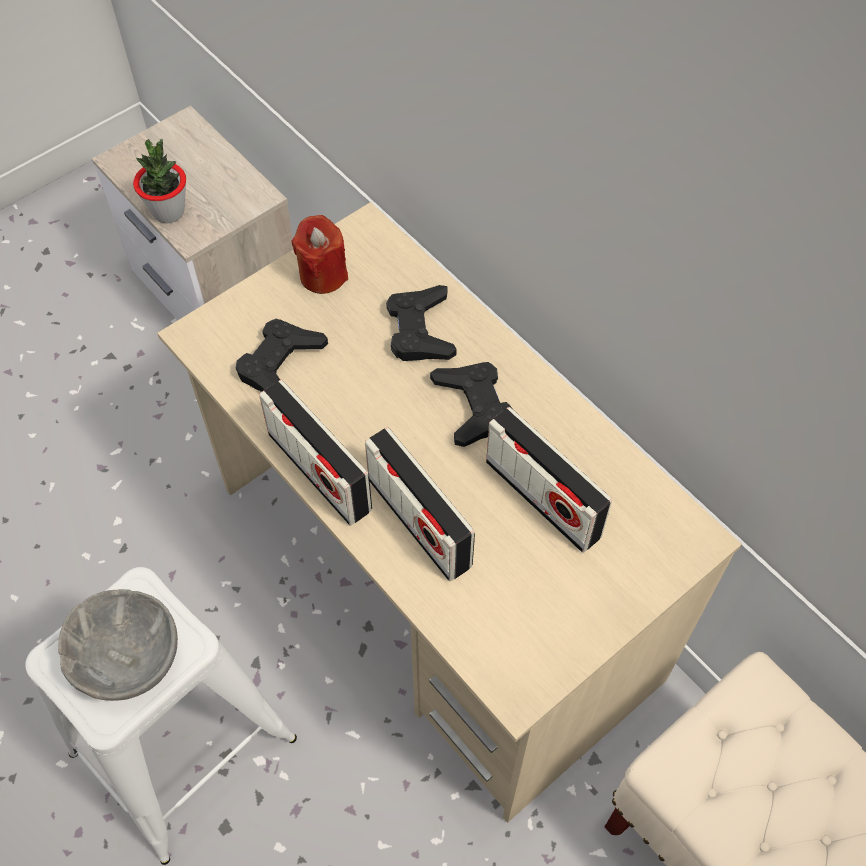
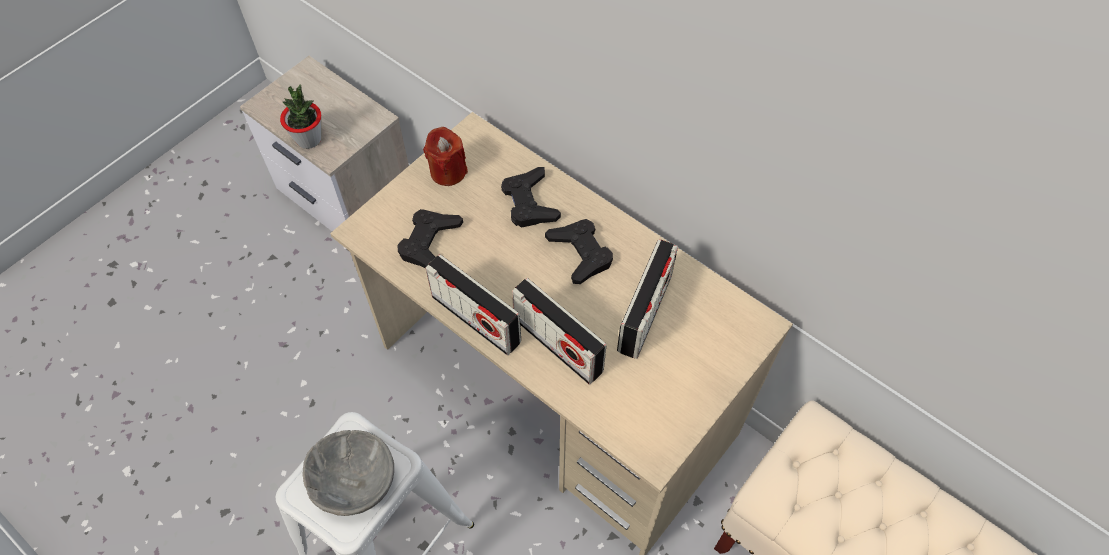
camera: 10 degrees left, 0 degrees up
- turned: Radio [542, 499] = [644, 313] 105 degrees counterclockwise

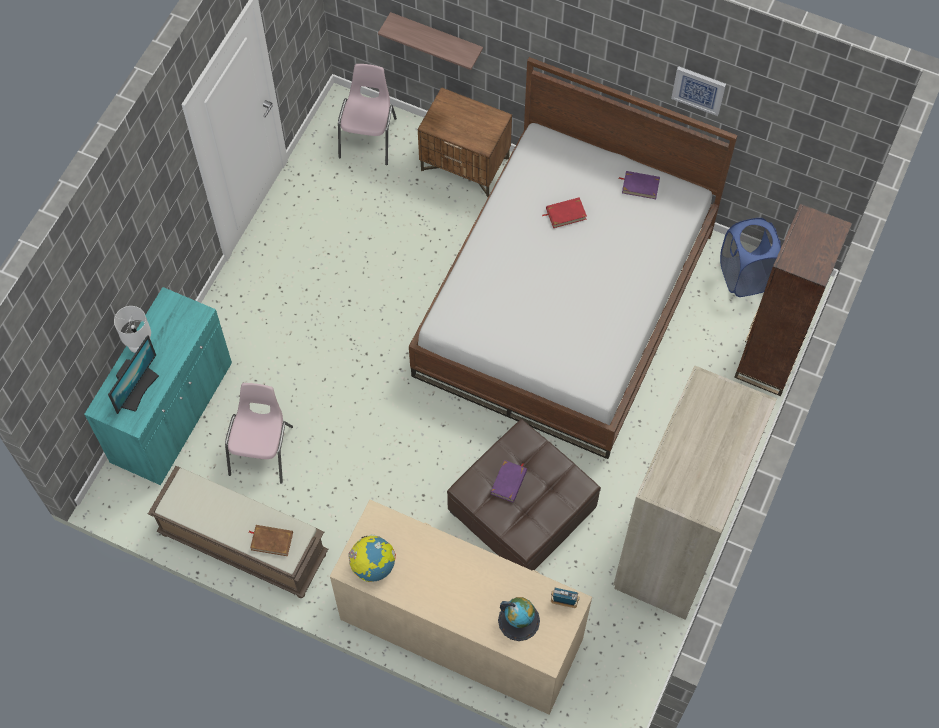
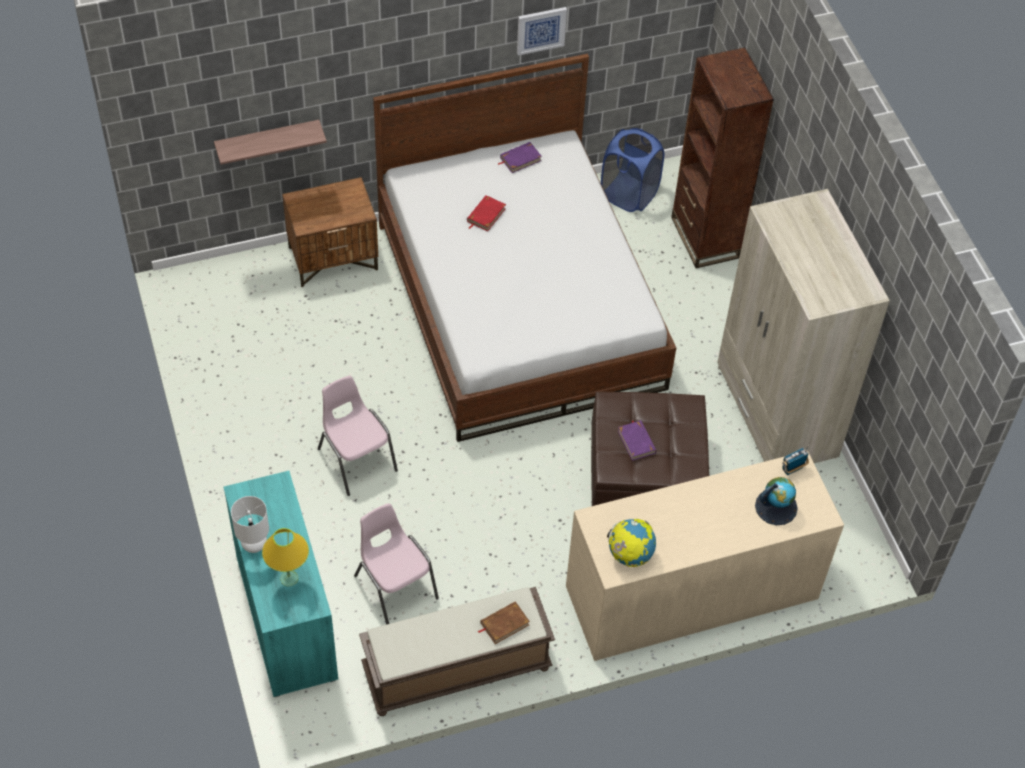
camera: 45 degrees left, 10 degrees down
- replaced: Monitor [138, 389] to Tischlampe [gelb] [289, 578]
- moved: Stuhl [rosa] [369, 137] to [356, 459]

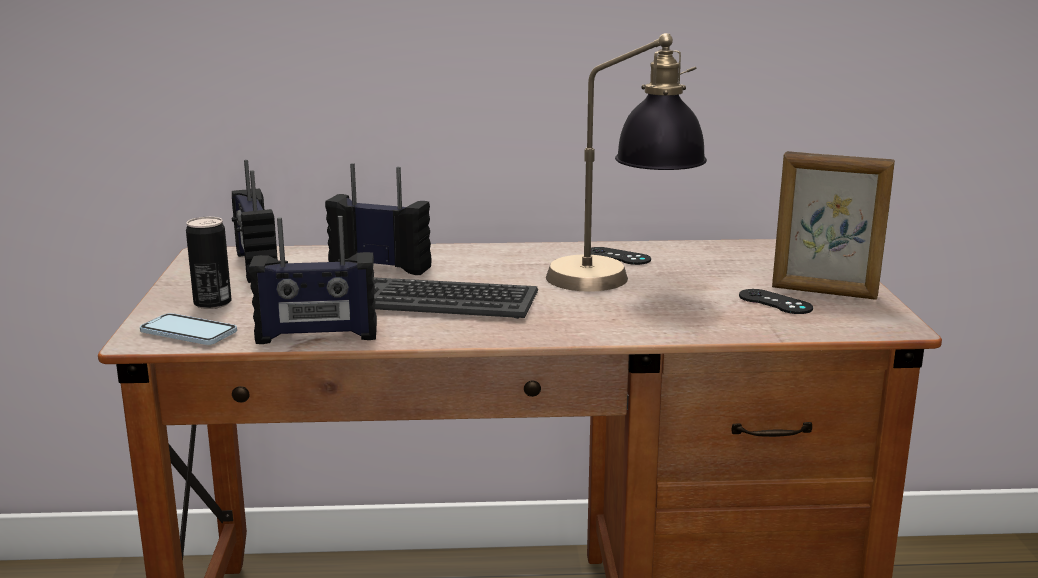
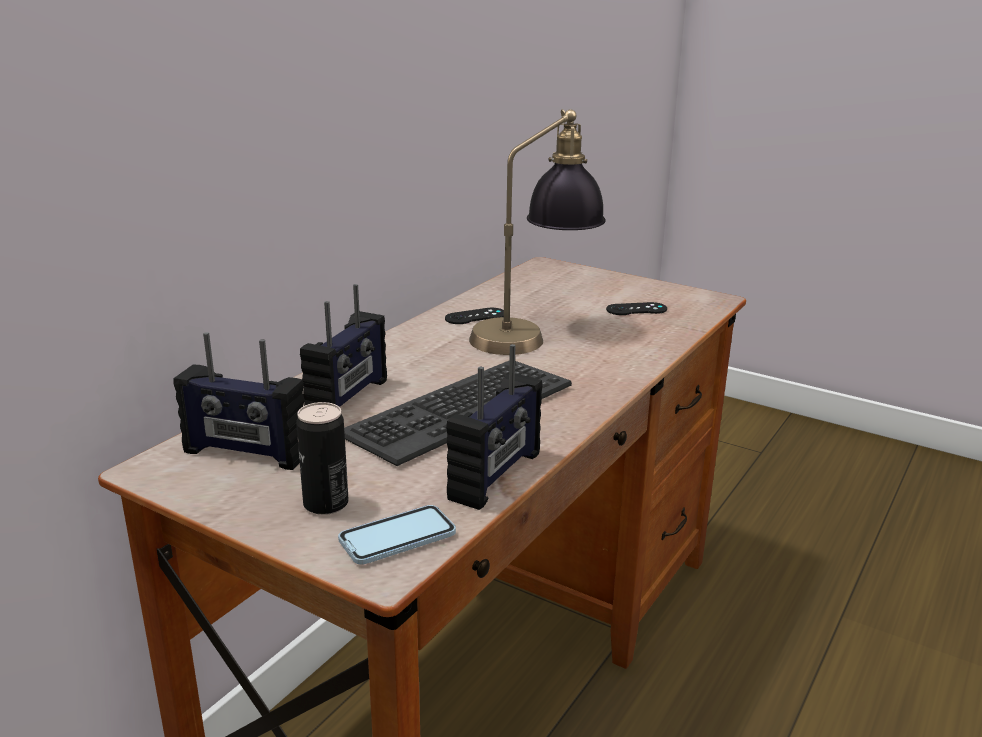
camera: 55 degrees left, 5 degrees up
- turned: Radio [380, 266] = [349, 399] 150 degrees clockwise
- removed: Bilderrahmen [824, 292]

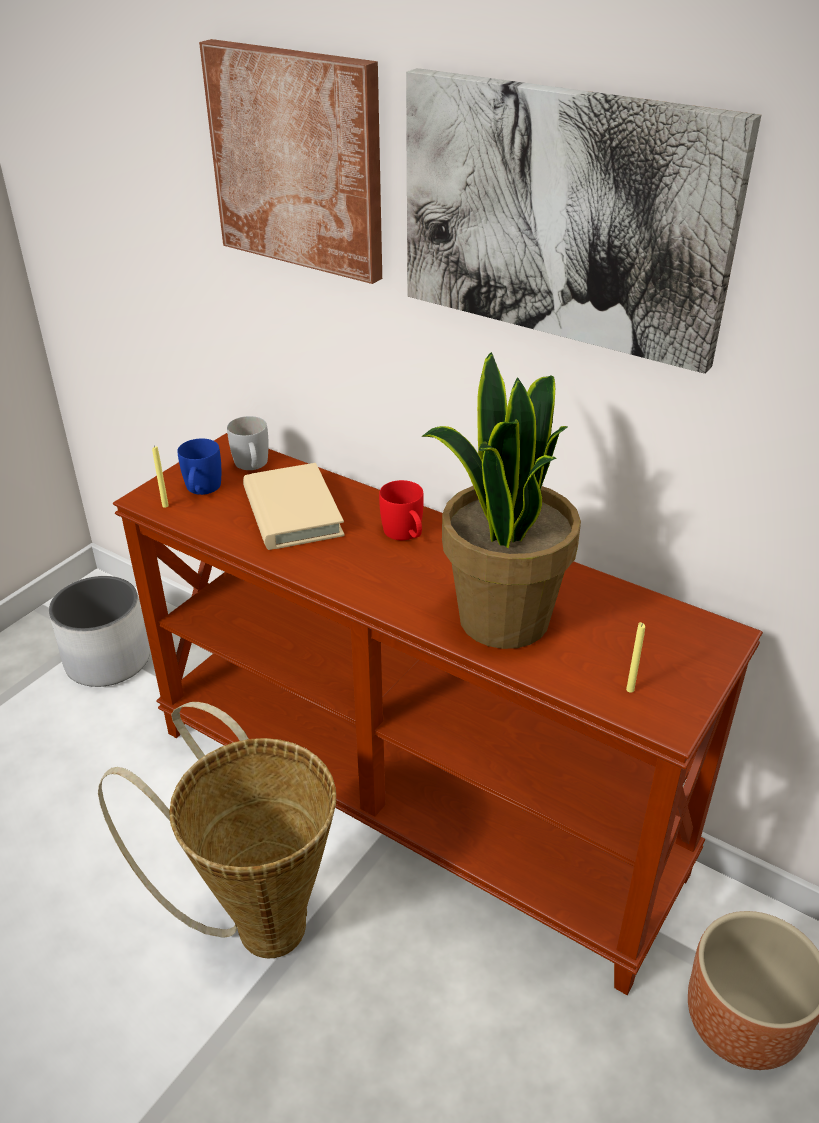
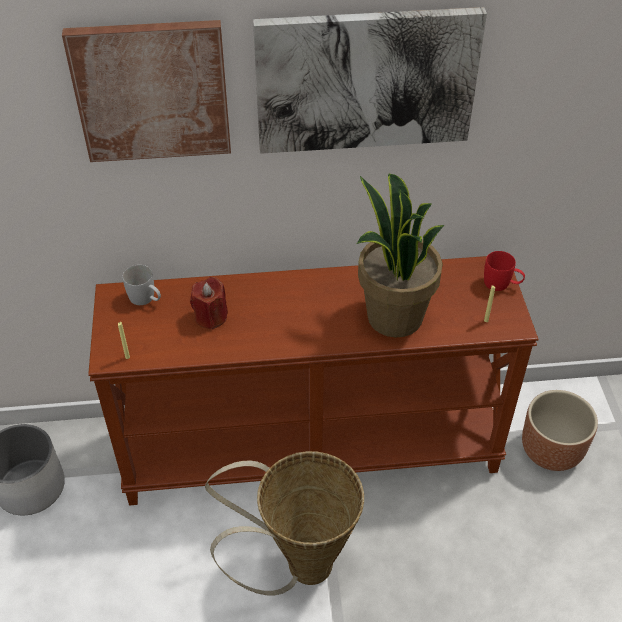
camera: 40 degrees left, 10 degrees up
- removed: Henkelbecher [blau] [201, 490]
- replaced: Buch [beige] [292, 512] to Kerze [rot] [211, 317]
- moved: Henkelbecher [rot] [405, 535] to [501, 284]

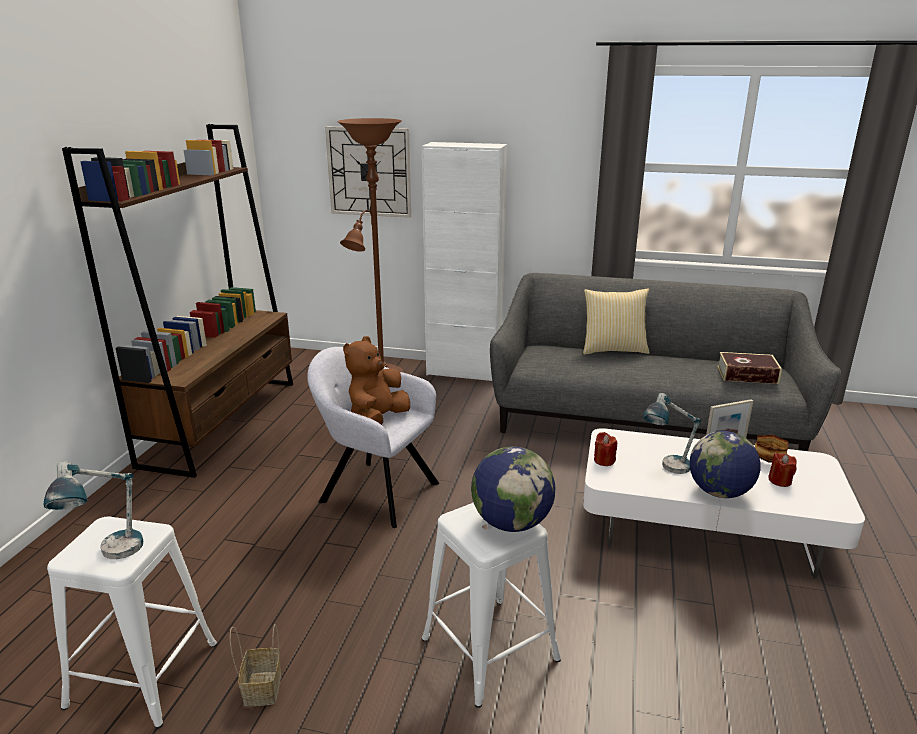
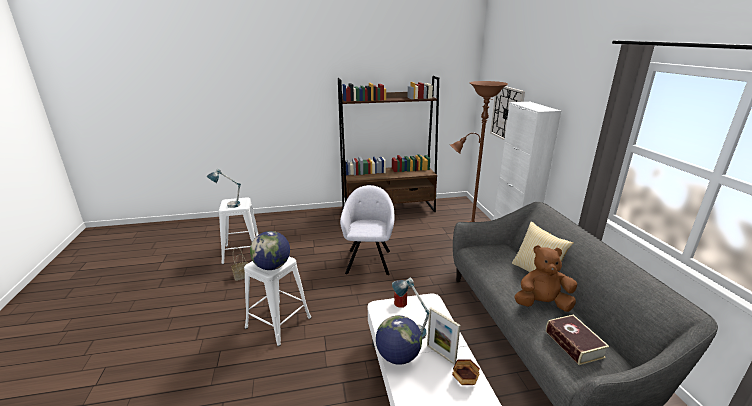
camera: 65 degrees right, 0 degrees up
- moved: Plüschtier [braun] [377, 421] to [542, 304]
- removed: Kerze [rot] [780, 481]

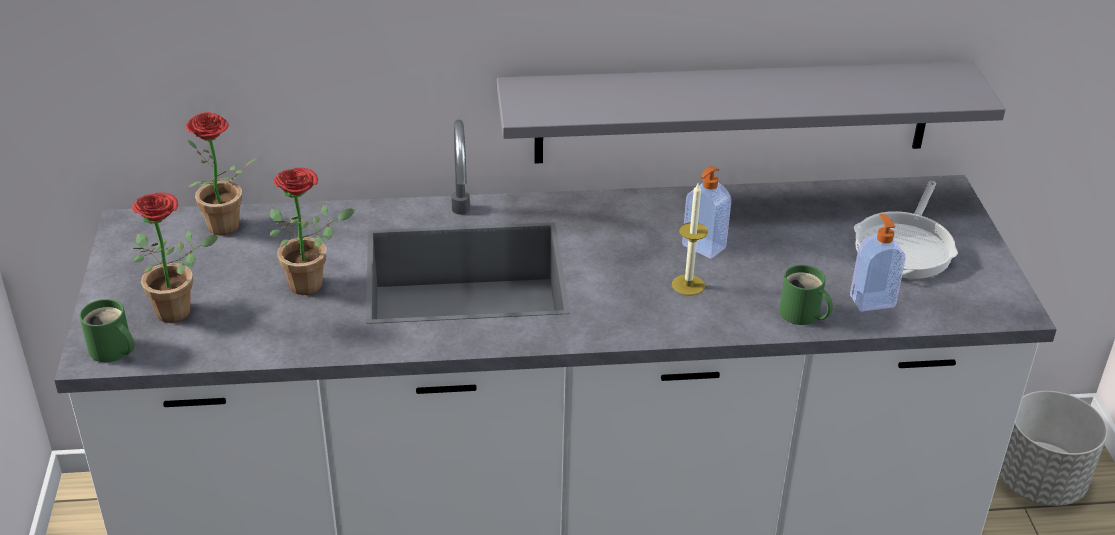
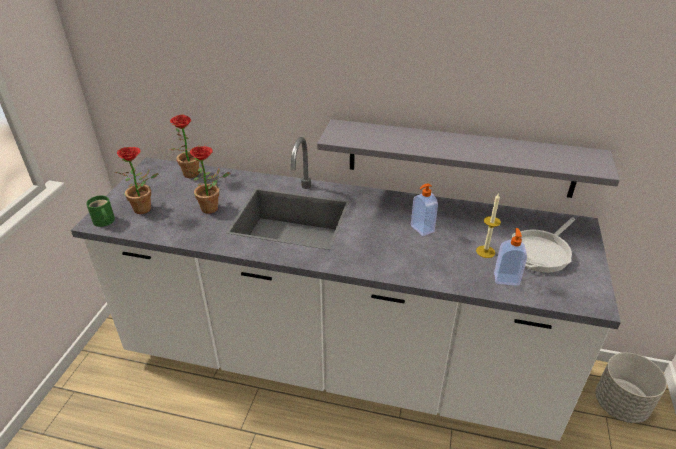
camera: 20 degrees right, 0 degrees up
- moved: Kerze [688, 285] to [485, 251]
- removed: Henkelbecher [grün] [802, 315]

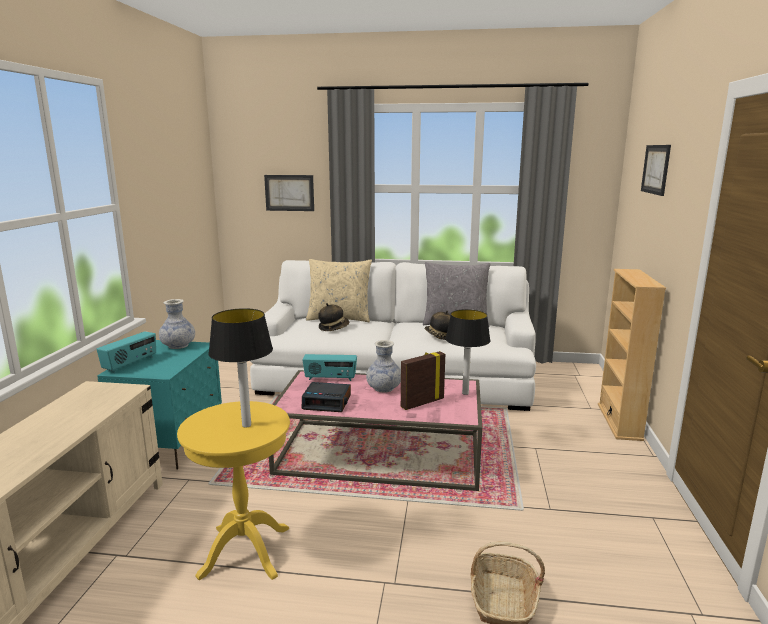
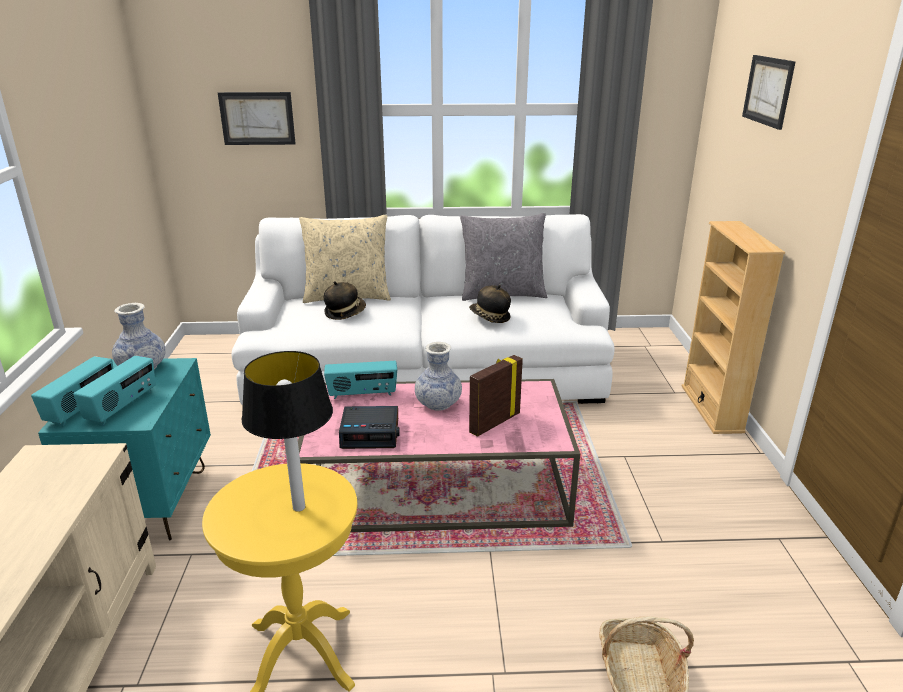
camera: 10 degrees left, 10 degrees up
- removed: Tischlampe [465, 393]
- added: Radio [123, 406]

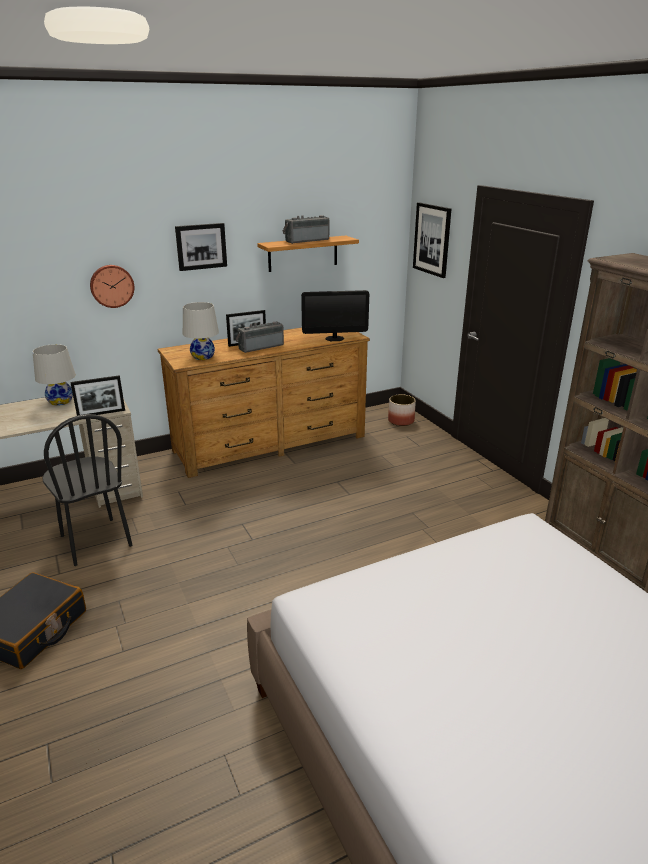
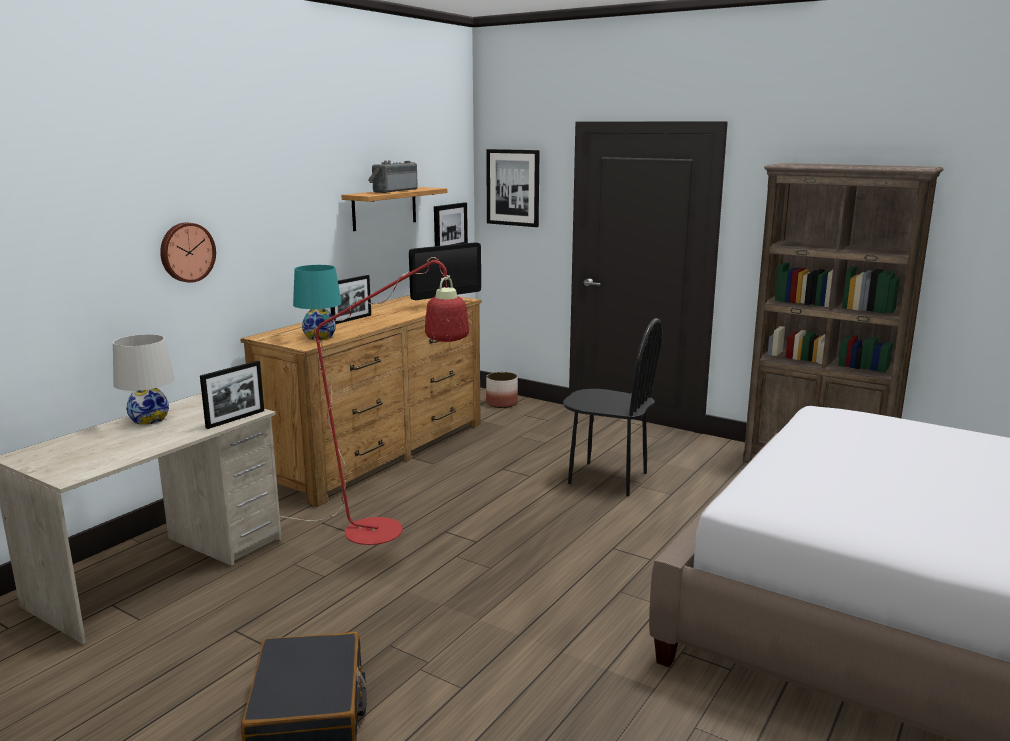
camera: 30 degrees left, 10 degrees down
- moved: Stuhl [schwarz] [95, 541] to [607, 478]
- moved: Bild [201, 246] to [449, 226]
- recoloured: Tischlampe [weiß] [203, 357] to Tischlampe [türkis] [319, 336]
- removed: Radio [260, 346]
- added: Stehlampe [rot] [388, 532]

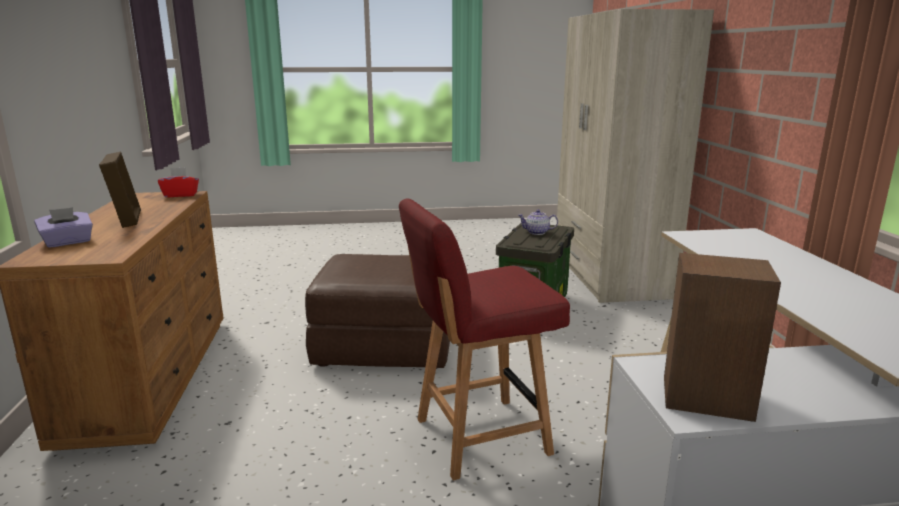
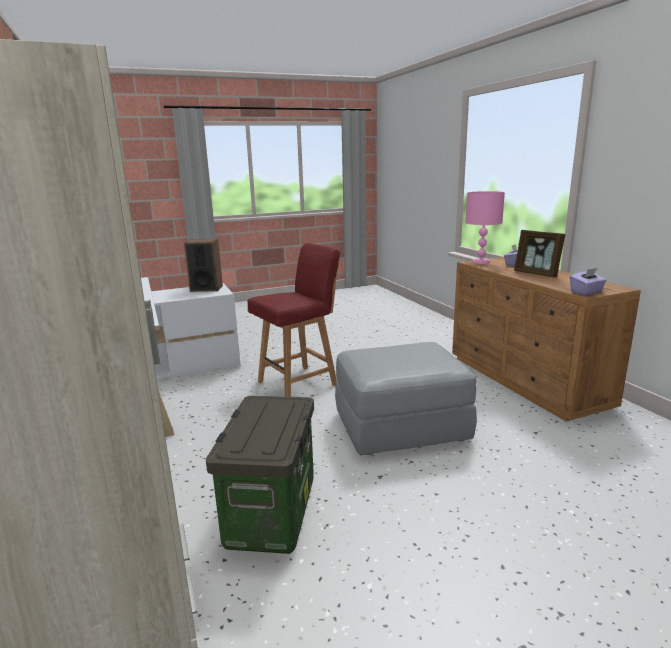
camera: 165 degrees right, 0 degrees up
- recoloured: Taschentuchbox [rot] [181, 195] to Taschentuchbox [lila] [586, 292]
- recoloured: Polsterhocker [braun] [386, 345] to Polsterhocker [grau] [400, 427]
- removed: Teekanne [537, 232]
- added: Tischlampe [rosa] [480, 262]

